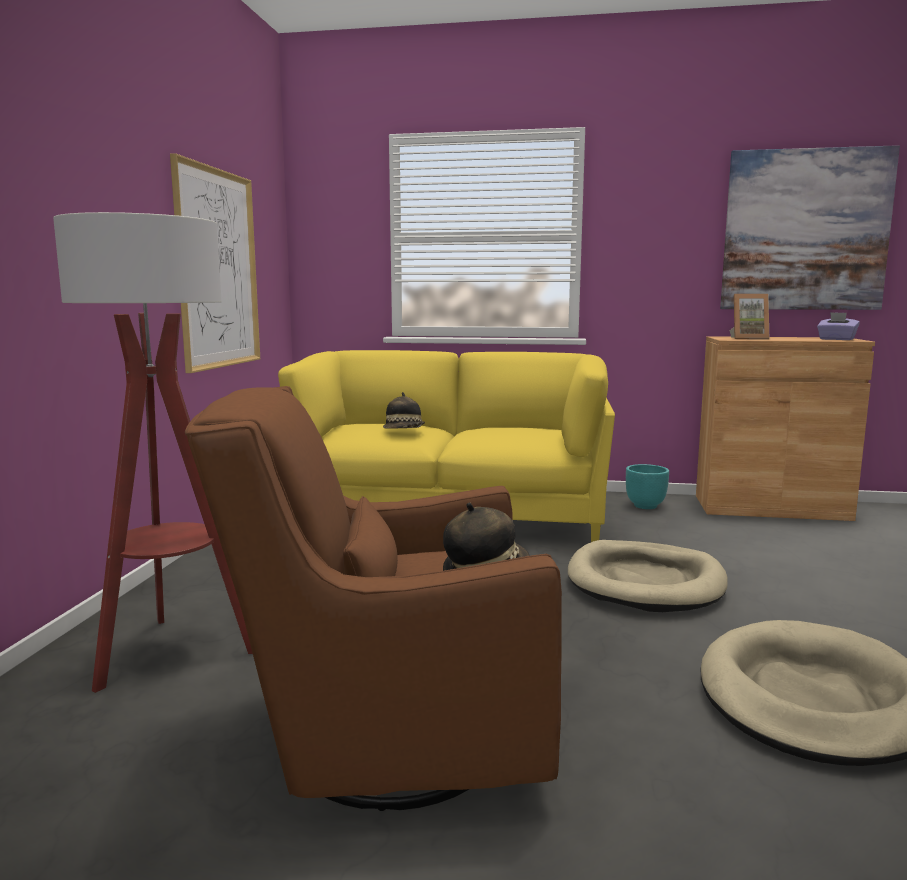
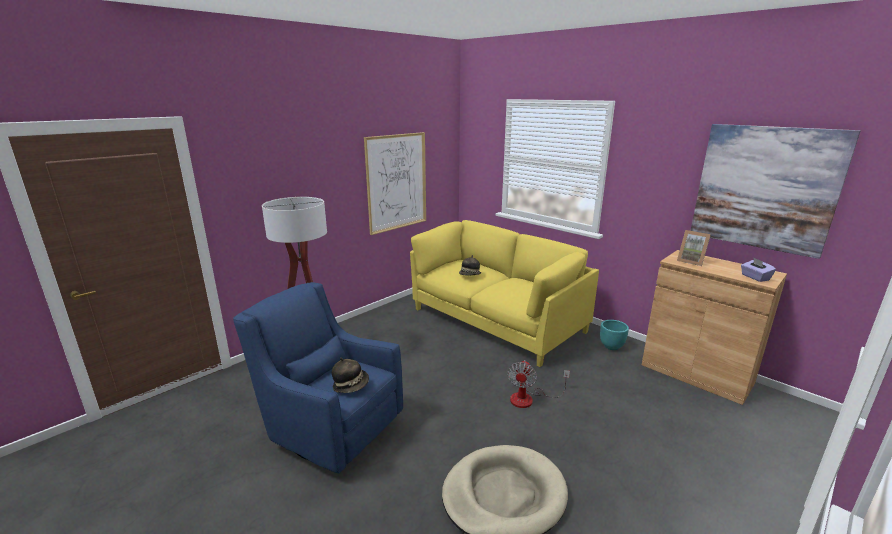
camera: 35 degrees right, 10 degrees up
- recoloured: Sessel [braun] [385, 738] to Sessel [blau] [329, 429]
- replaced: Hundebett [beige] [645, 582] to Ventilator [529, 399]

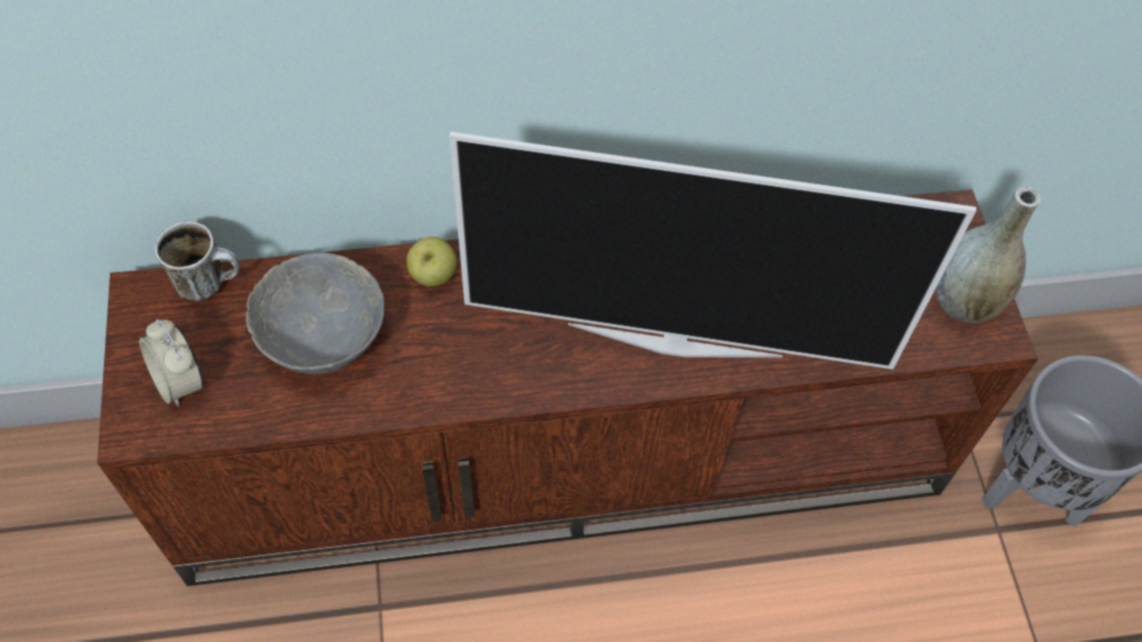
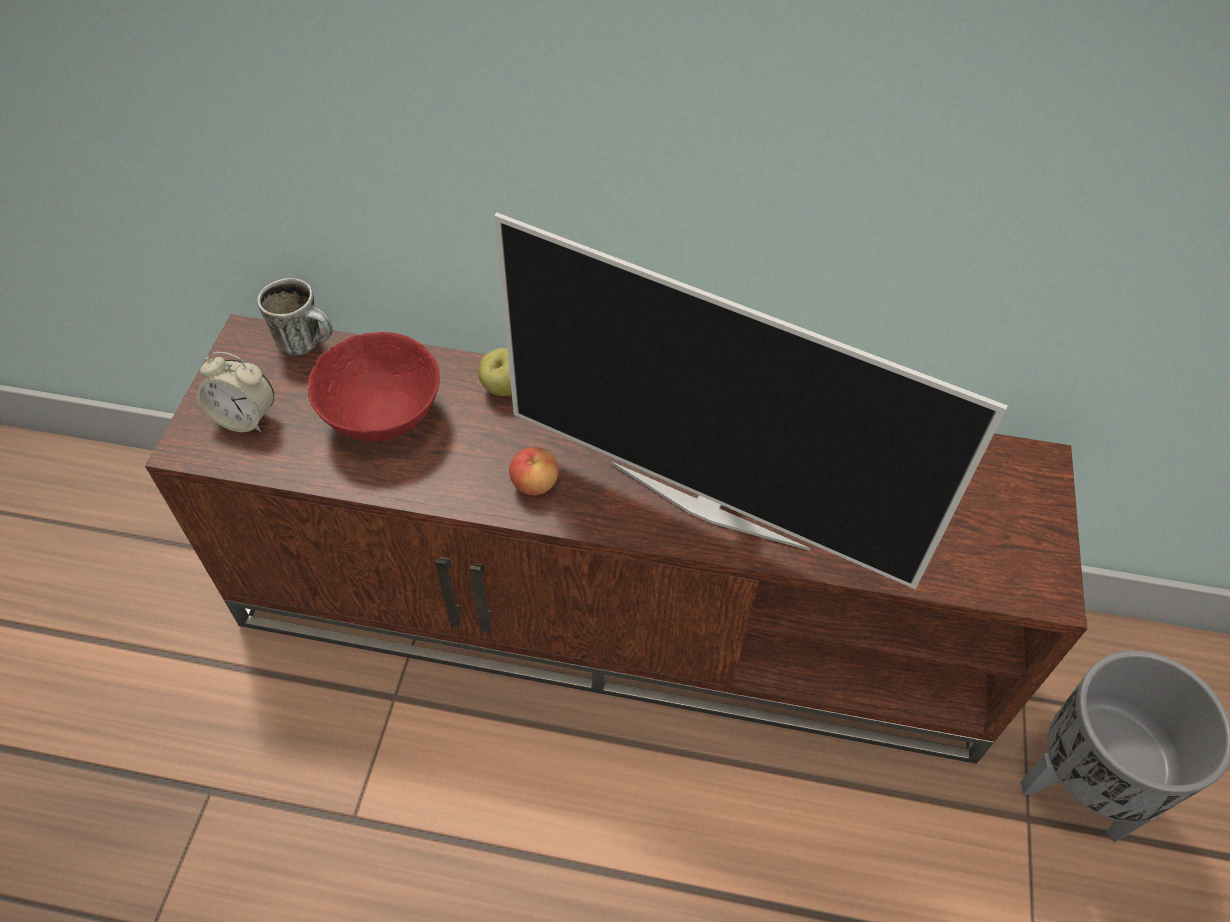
camera: 20 degrees right, 5 degrees down
- turned: Wecker [180, 381] = [245, 417] 60 degrees counterclockwise
- recoloured: Schüssel [grau] [324, 339] to Schüssel [rot] [383, 416]
- removed: Vase [grau] [963, 302]
- added: Apfel [534, 483]

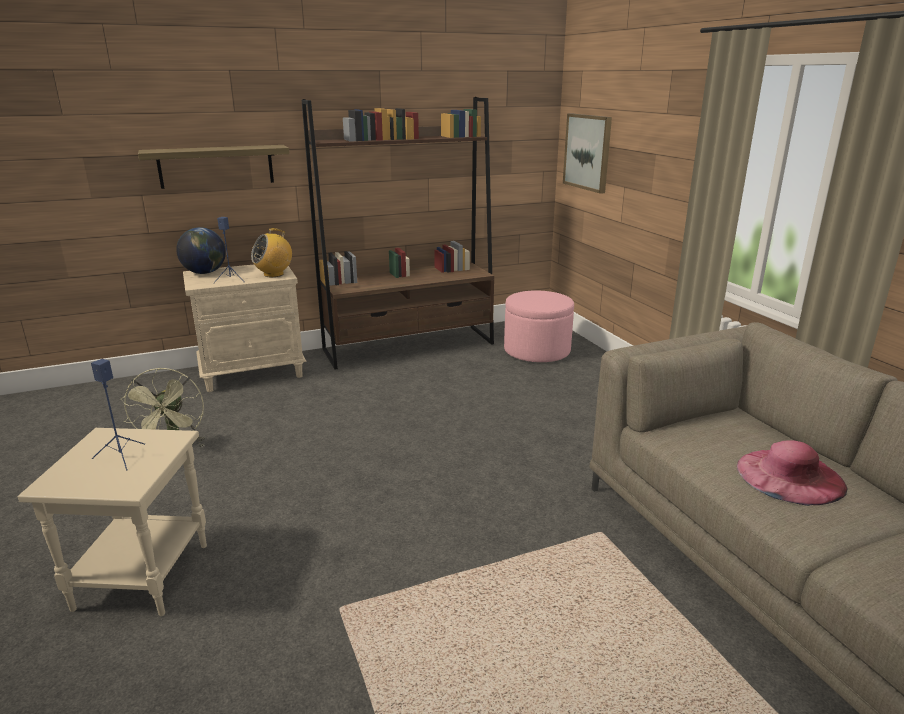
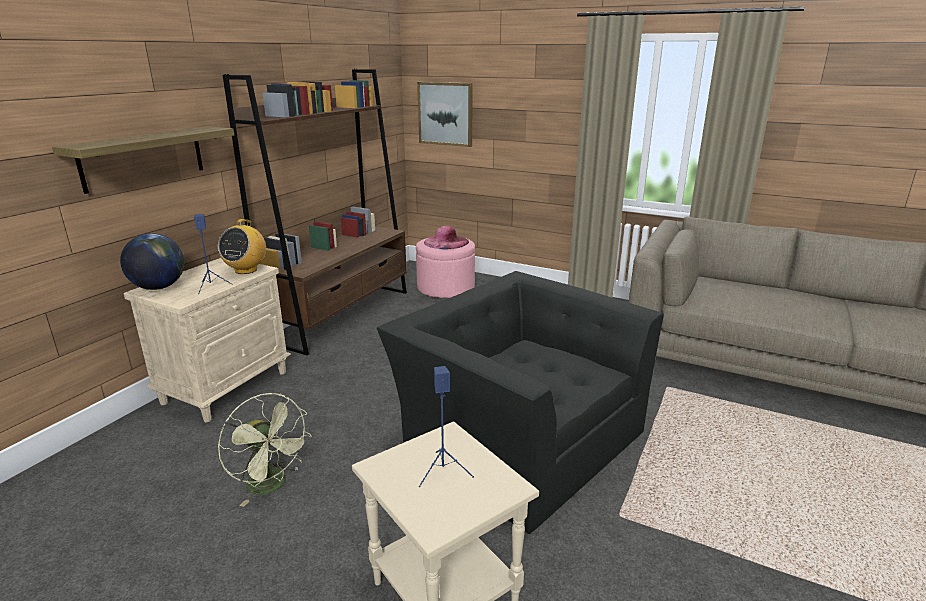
camera: 40 degrees left, 0 degrees up
- moved: Hut [rosa] [790, 476] to [446, 242]
- added: Sessel [schwarz] [517, 436]

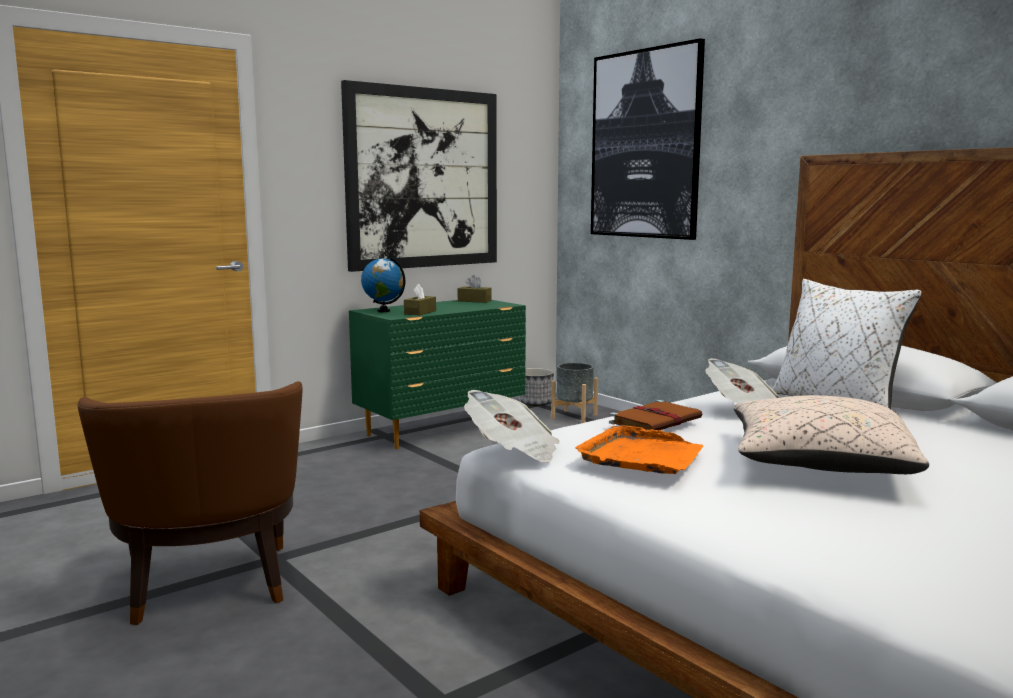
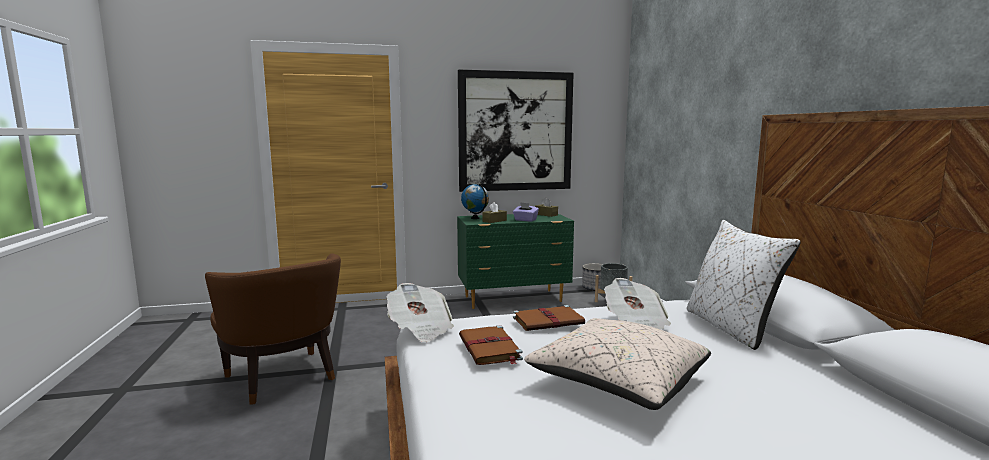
camera: 25 degrees right, 0 degrees up
- turned: Sessel [braun] [209, 587] = [283, 379] 45 degrees counterclockwise
- replaced: Tablett [orange] [641, 456] to Buch [braun] [490, 348]
- removed: Bild [645, 144]
- added: Taschentuchbox [lila] [525, 220]

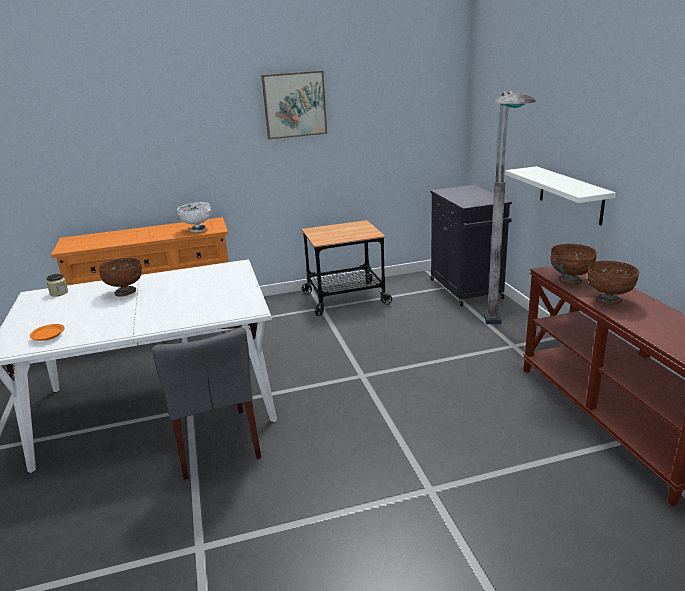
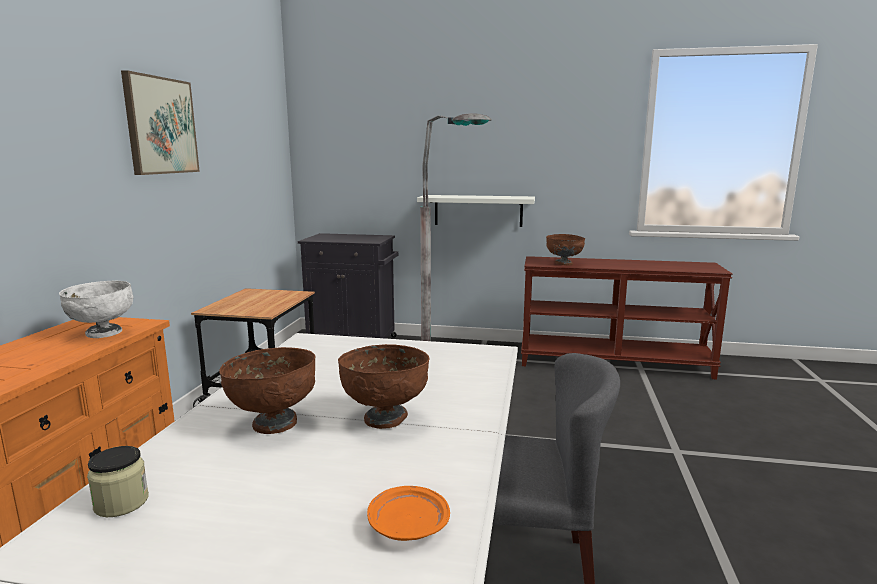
camera: 65 degrees left, 10 degrees down
- moved: Schüssel [braun] [608, 300] to [385, 418]

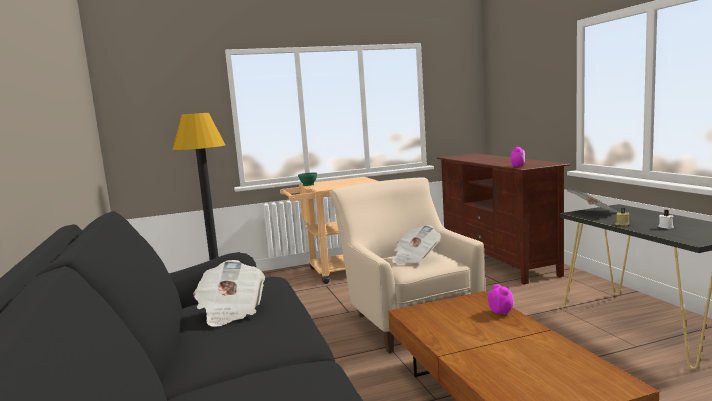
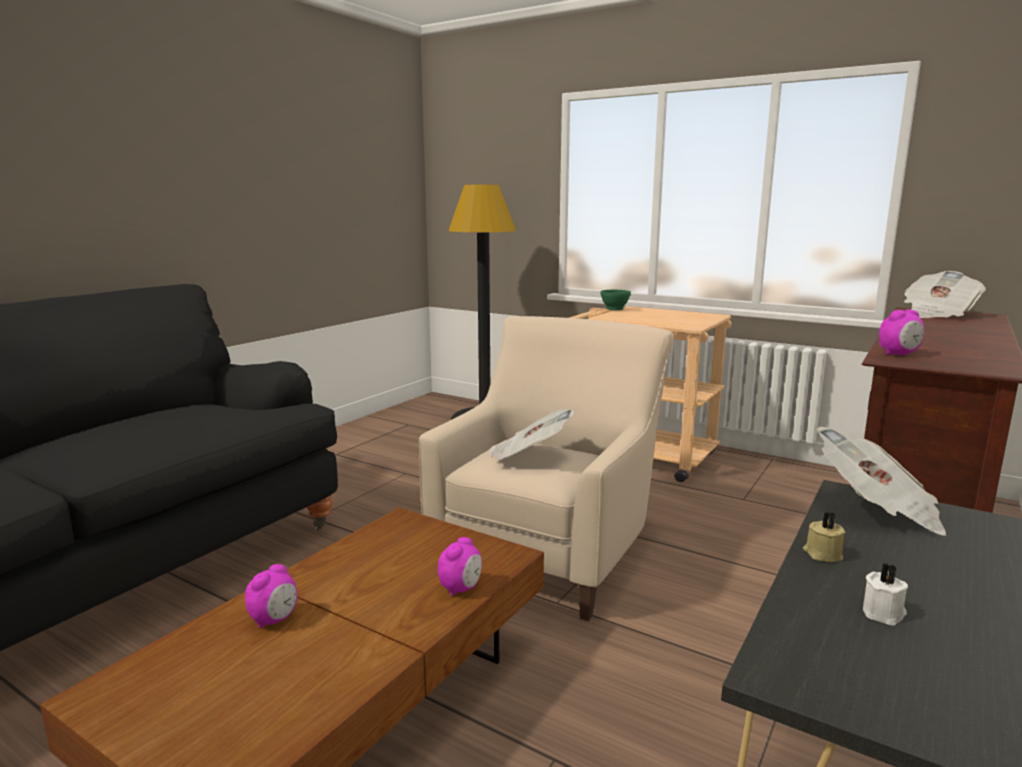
camera: 50 degrees right, 5 degrees up
- moved: Zeitung [230, 311] to [937, 314]
- added: Wecker [274, 620]

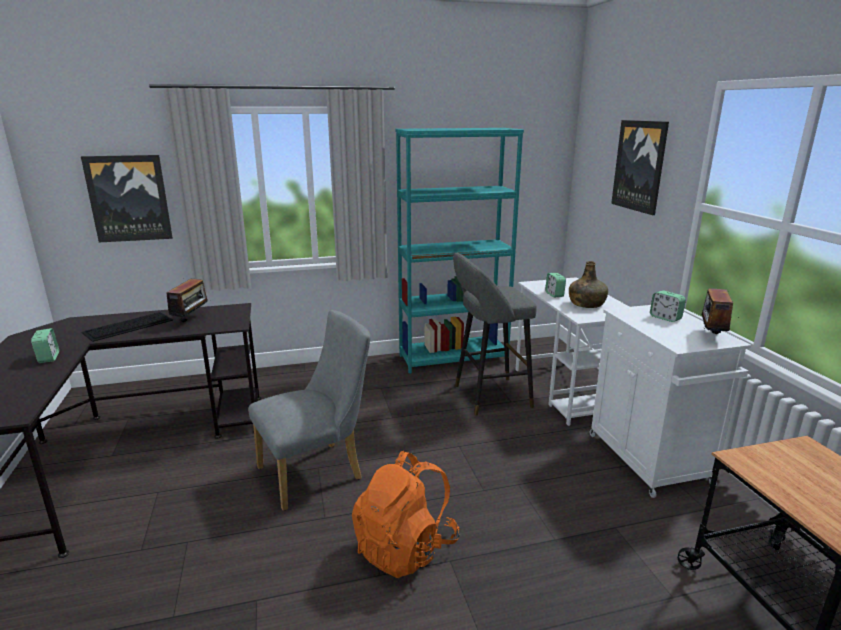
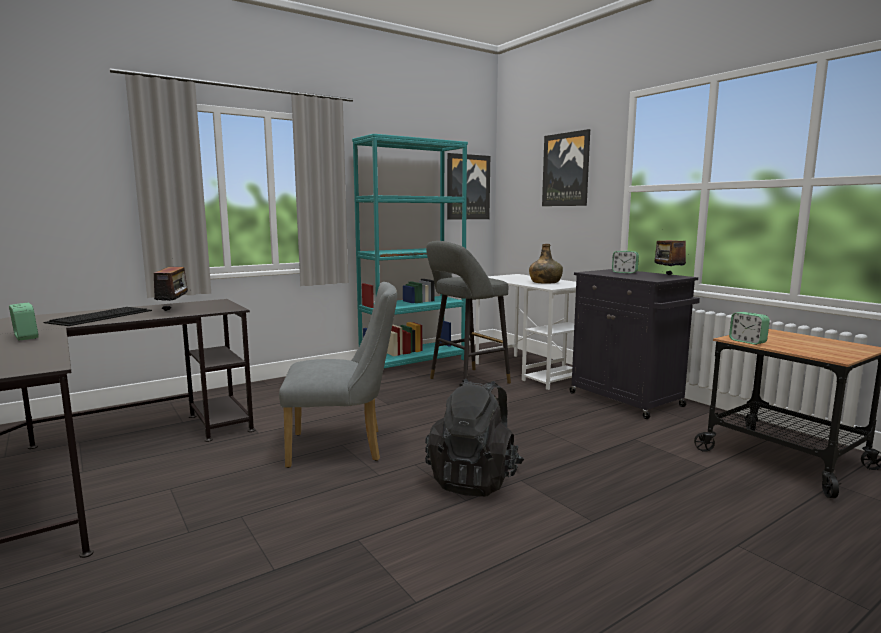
camera: 20 degrees left, 10 degrees down
- moved: Bild [129, 198] to [468, 187]
- turned: Stuhl [grau] [317, 471] = [344, 447] 45 degrees clockwise
- recoloured: Rucksack [orange] [405, 548] to Rucksack [schwarz] [475, 480]
- moved: Wecker [554, 294] to [747, 341]
- recoloured: Schrank [weiß] [649, 460] to Schrank [schwarz] [627, 400]

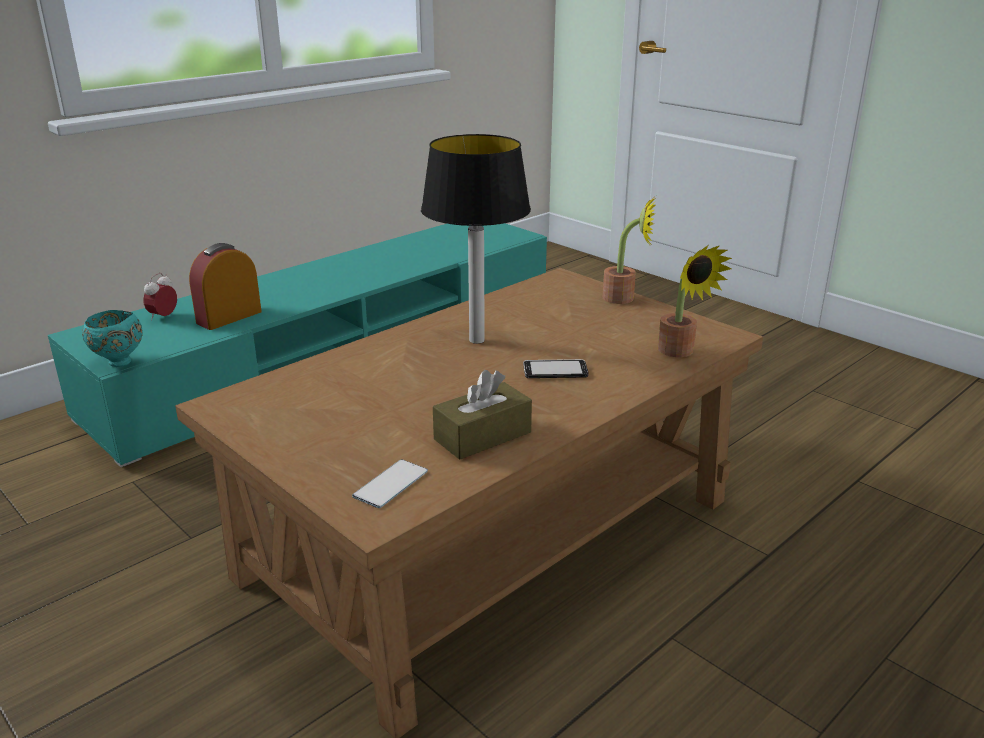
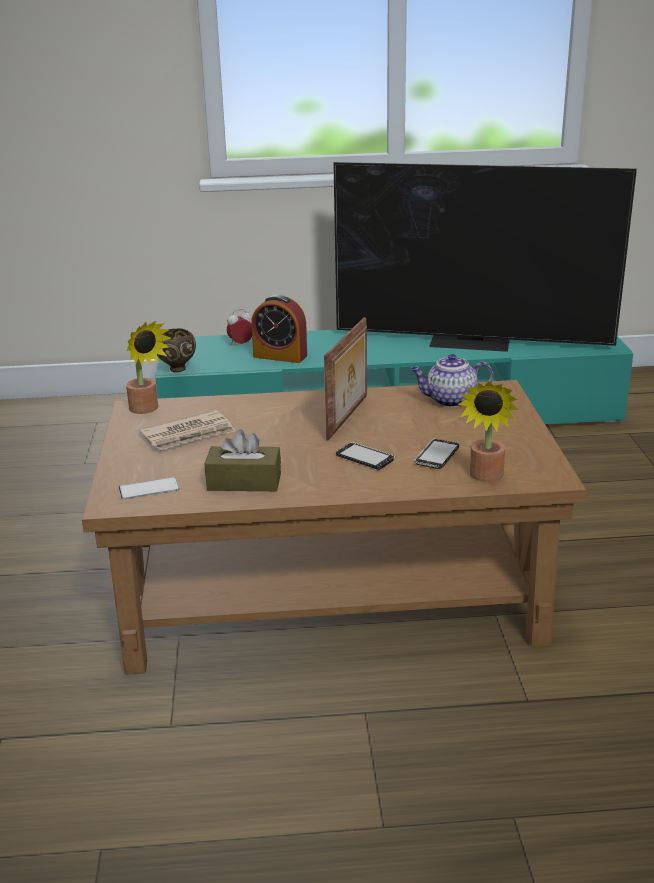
camera: 40 degrees right, 0 degrees up
- recoloured: Schüssel [türkis] [118, 362] to Schüssel [braun] [176, 369]
- turned: Wecker [229, 317] = [280, 356] 150 degrees counterclockwise
- replaced: Tischlampe [475, 340] to Bilderrahmen [349, 417]
- moved: Topfpflanze [625, 298] to [147, 409]
- added: Zeitung [189, 435]
- added: Fernseher [471, 341]
- added: Teekanne [450, 400]
- added: Handy [436, 455]

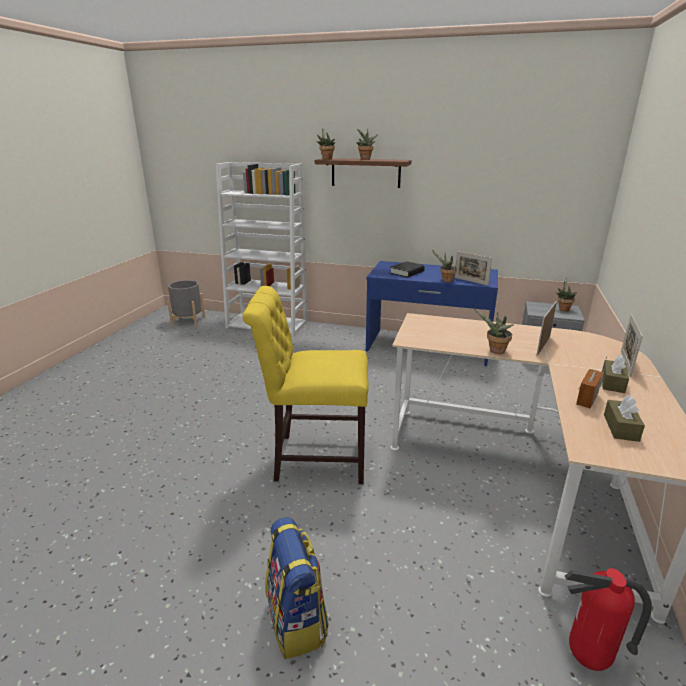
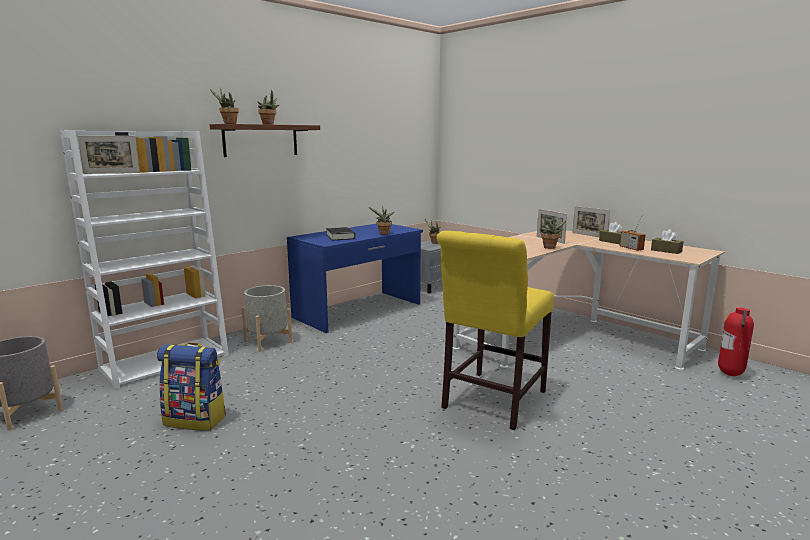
camera: 60 degrees left, 10 degrees down
- moved: Rucksack [297, 621] to [196, 420]
- moved: Bilderrahmen [471, 281] to [112, 173]
- added: Pflanzkübel [grau] [268, 341]

